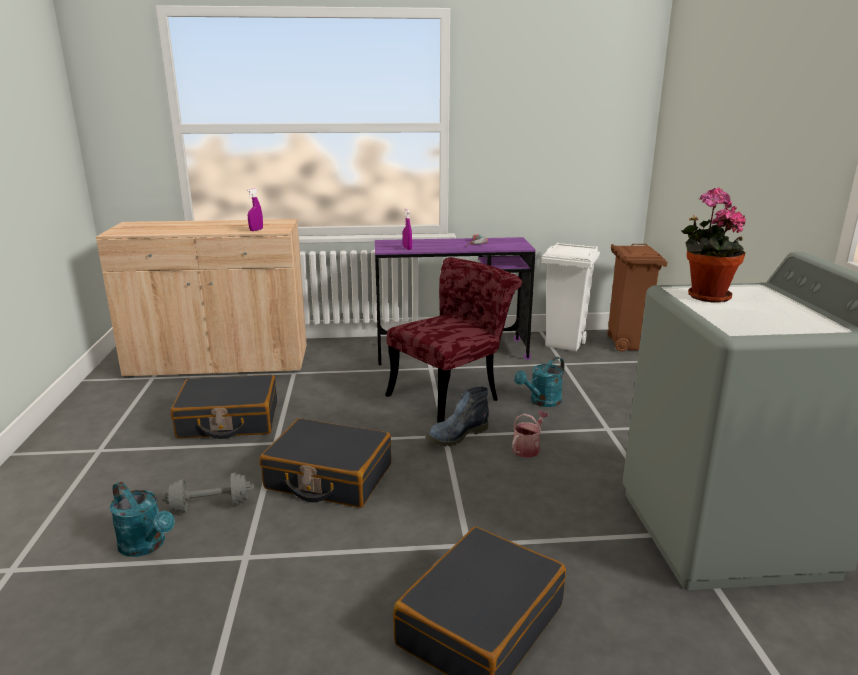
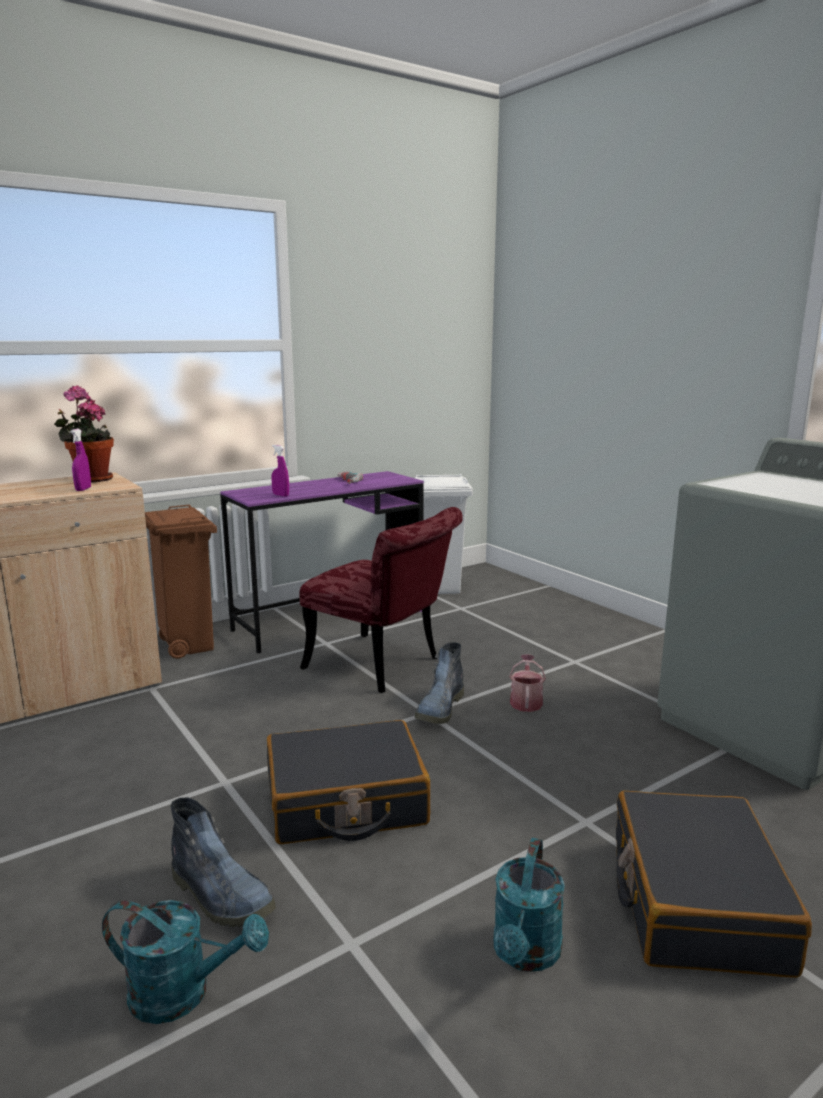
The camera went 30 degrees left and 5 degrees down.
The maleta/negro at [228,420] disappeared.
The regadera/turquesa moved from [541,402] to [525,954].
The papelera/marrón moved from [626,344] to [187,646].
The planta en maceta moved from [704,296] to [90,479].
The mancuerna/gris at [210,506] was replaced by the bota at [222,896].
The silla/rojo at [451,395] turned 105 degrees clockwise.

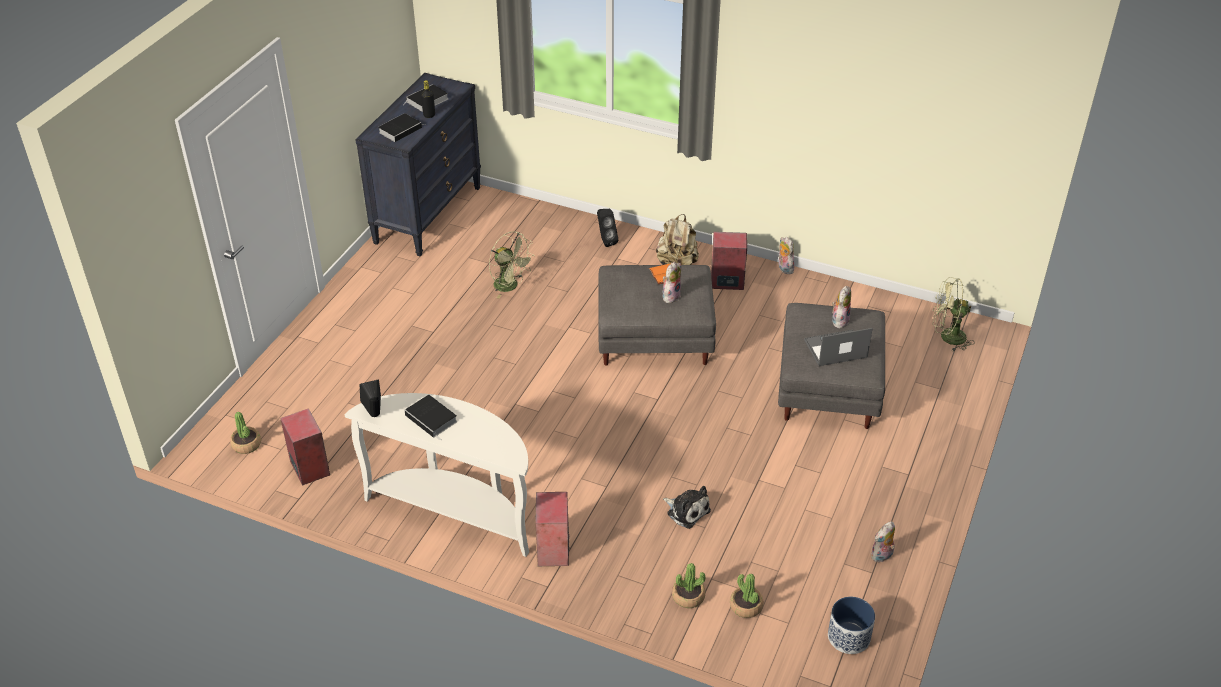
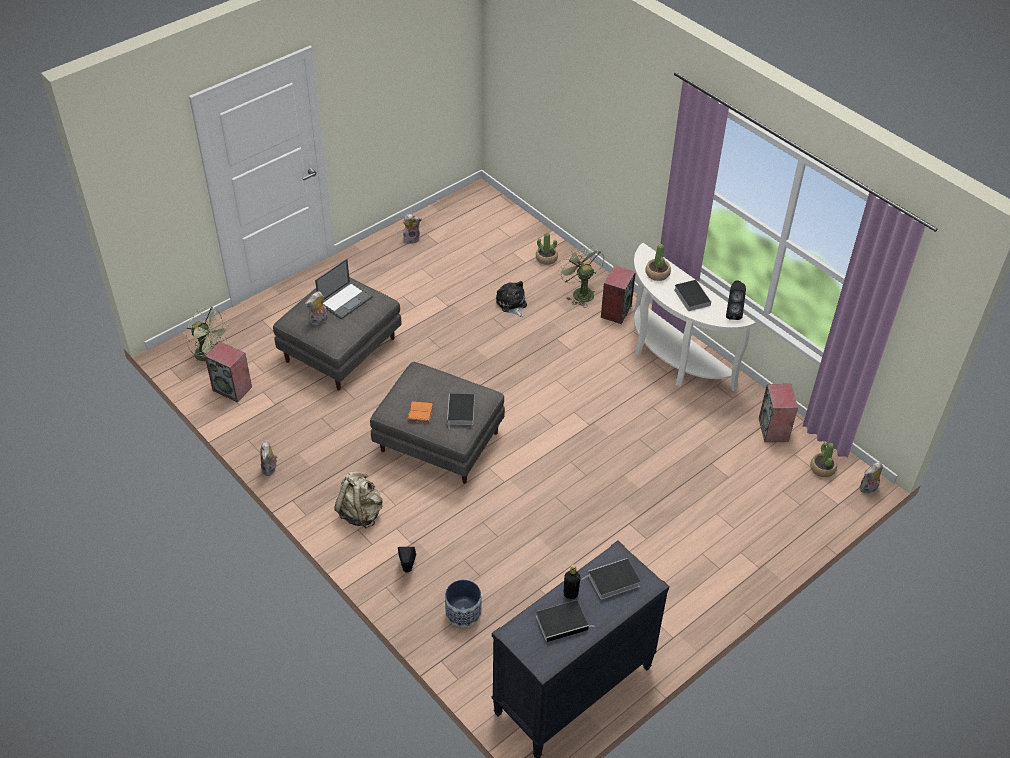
The camera went 155 degrees left and 5 degrees up.
The libro at [461,412] appeared.
The ventilador/verde moved from [510,286] to [580,292].
The peluche moved from [670,296] to [868,489].
The altavoz moved from [726,281] to [233,388].
The planta en maceta moved from [746,606] to [657,273].
The maceta moved from [848,637] to [463,612].
The portátil at [835,349] turned 60 degrees counterclockwise.

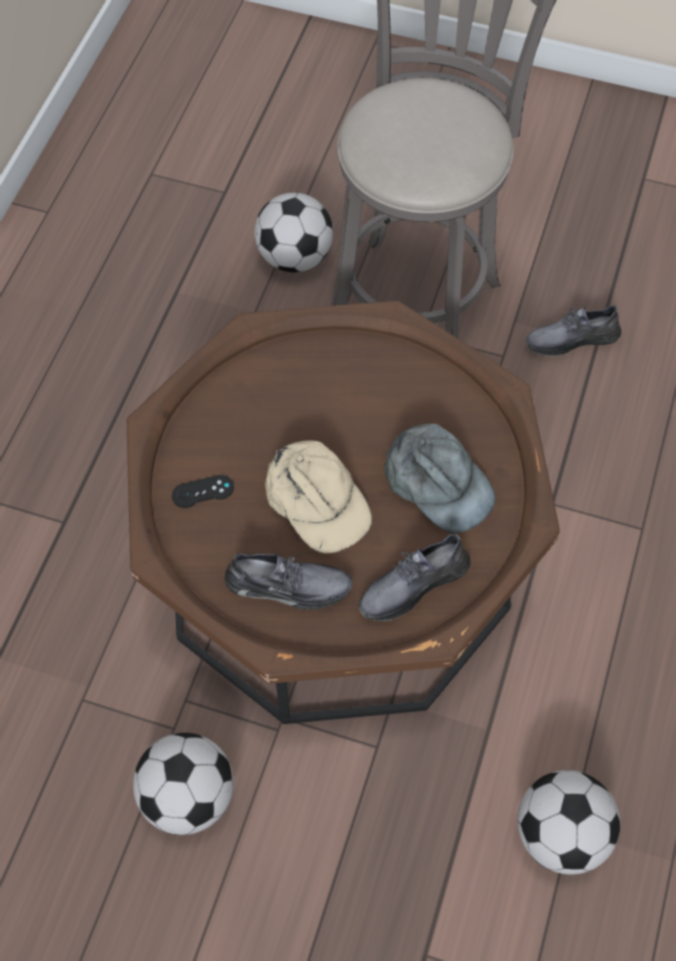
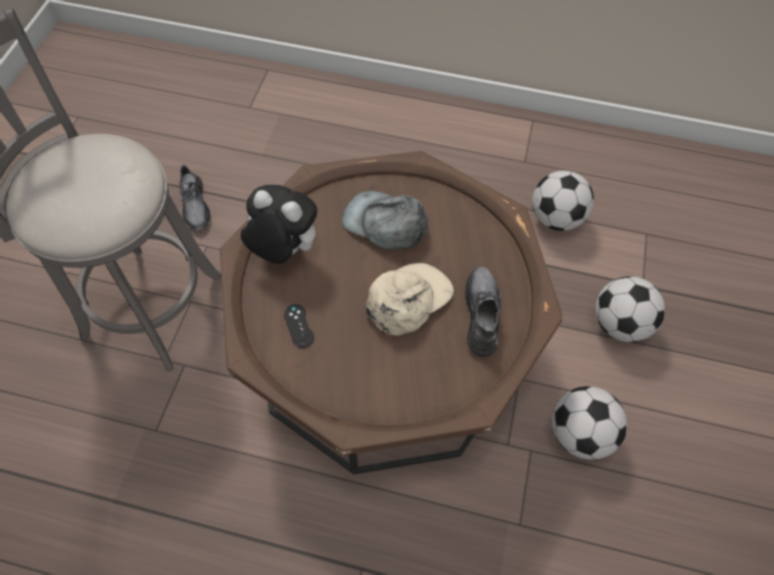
The camera went 95 degrees left and 0 degrees up.
The zapato/gris at [412,585] disappeared.
The peluche at [283,250] appeared.
The mando de consola/negro moved from [203,491] to [299,325].
The balón de fútbol moved from [295,258] to [619,324].
The gorra/gris at [438,483] turned 105 degrees counterclockwise.

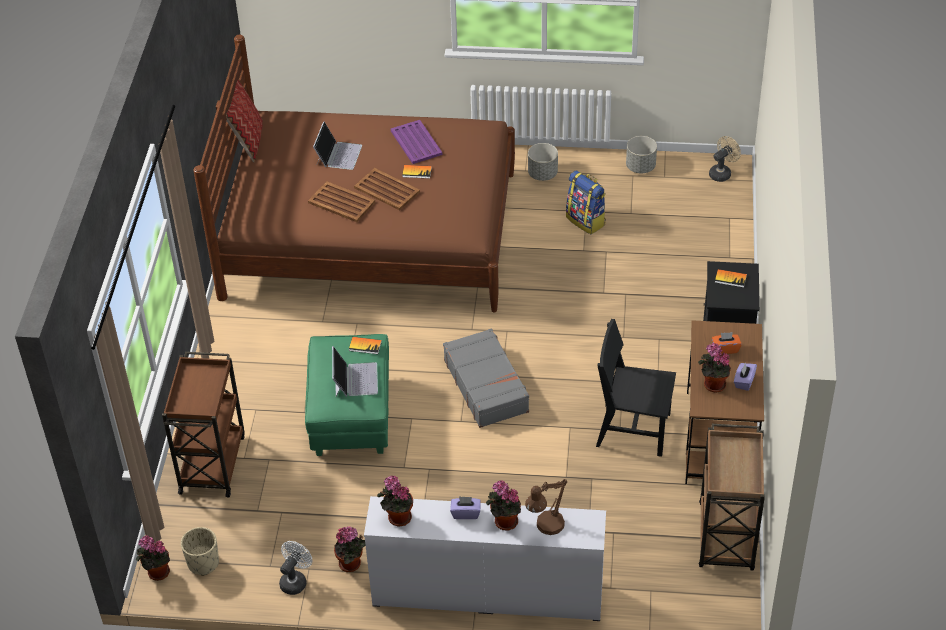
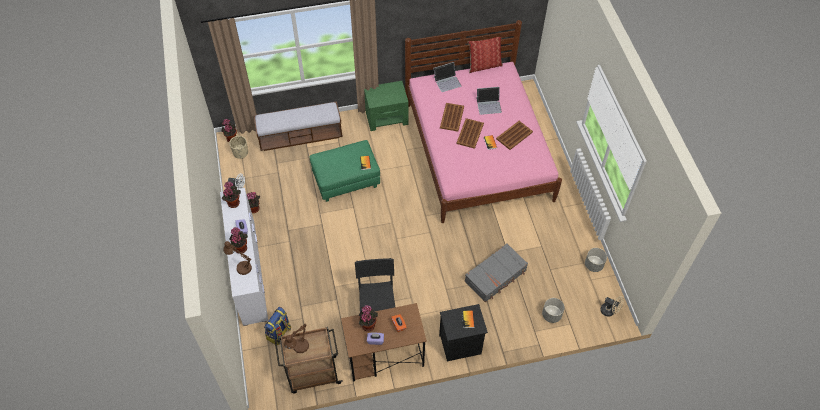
The camera went 70 degrees right and 10 degrees up.
The lámpara de mesa/marrón at [298,349] appeared.
The mesita de noche/verde at [387,117] appeared.
The portátil moved from [355,379] to [447,81].
The maleta/gris moved from [486,385] to [496,276].
The maceta/gris moved from [543,174] to [551,315].
The mochila moved from [586,221] to [279,333].
The carrito/marrón at [212,462] was replaced by the banco at [300,136].
The cama/marrón at [371,235] became the cama/rosa at [477,151].
The bandeja/morado at [416,143] became the bandeja/marrón at [514,135].

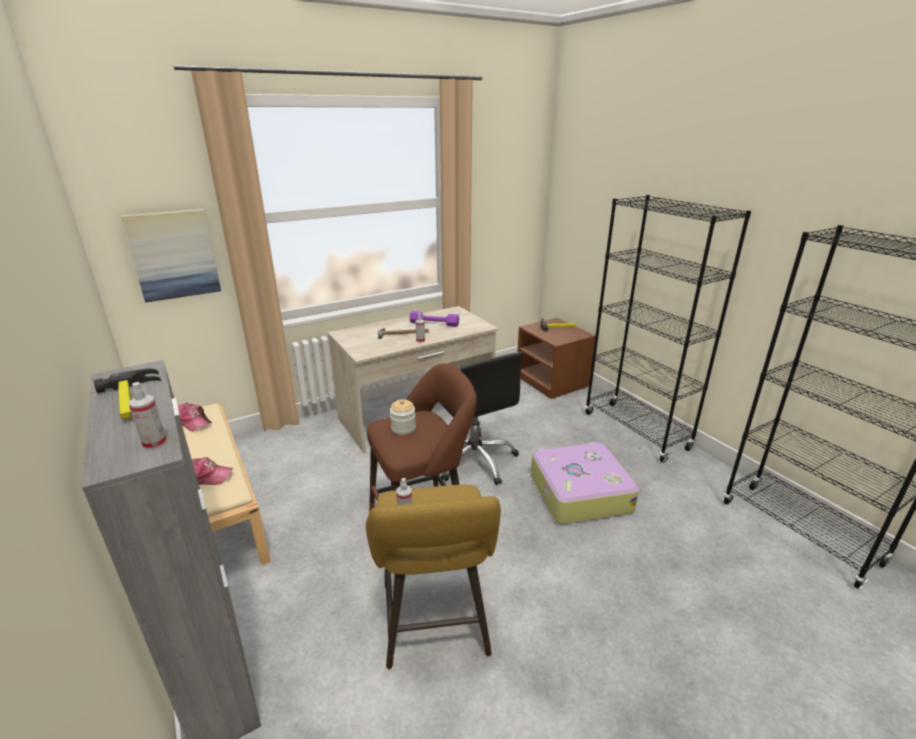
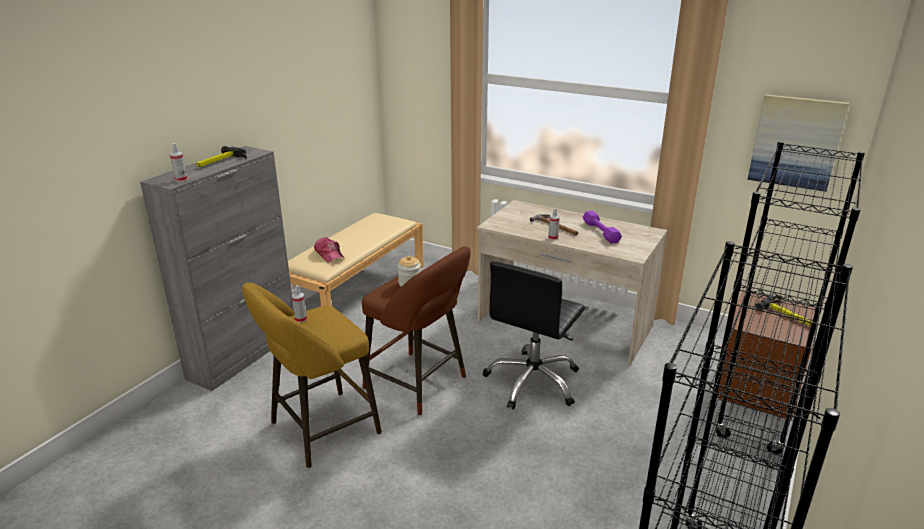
The camera went 60 degrees right and 0 degrees up.
The gorra at [193,421] disappeared.
The maleta at [578,492] disappeared.
The cuadro moved from [173,255] to [796,142].

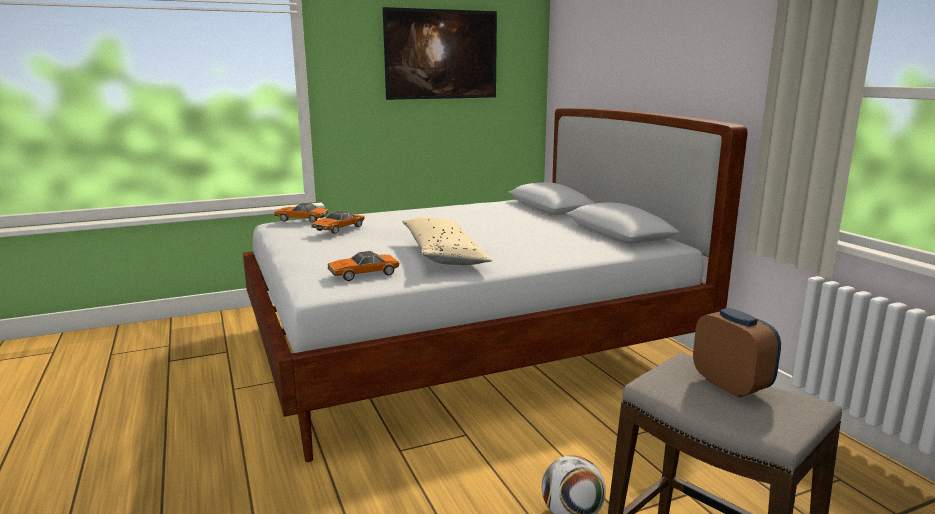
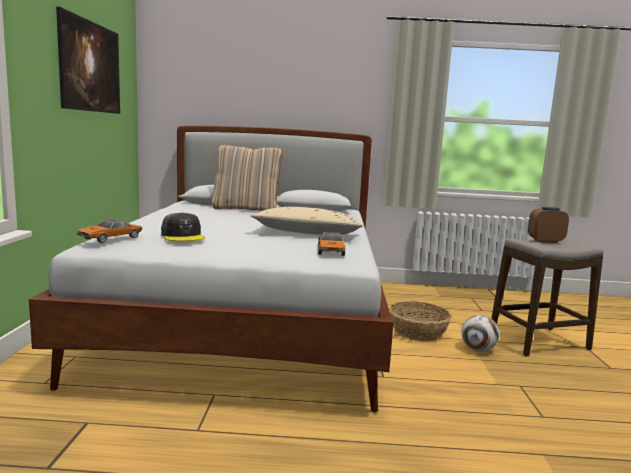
The camera went 65 degrees left and 5 degrees down.
The cojín/beis at [246,209] appeared.
The cesta at [417,332] appeared.
The coche de juguete at [338,229] was replaced by the gorra/gris at [183,236].

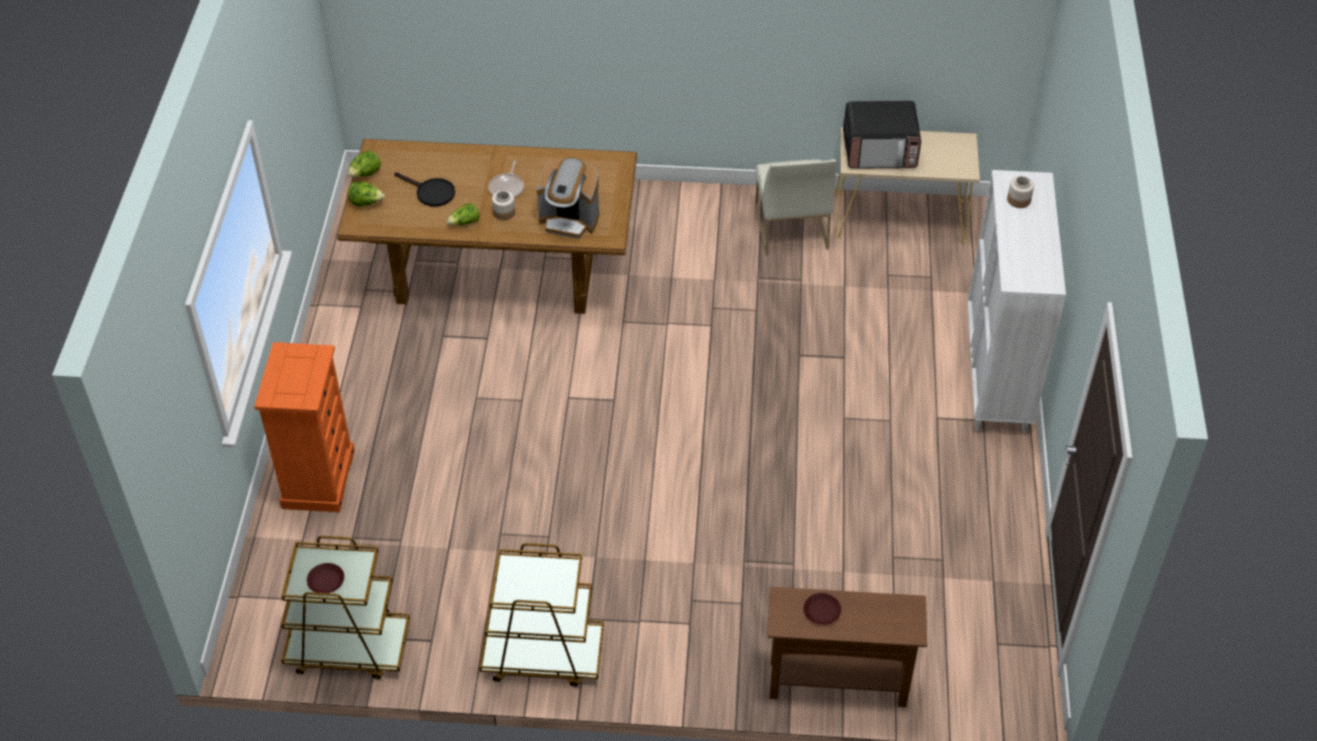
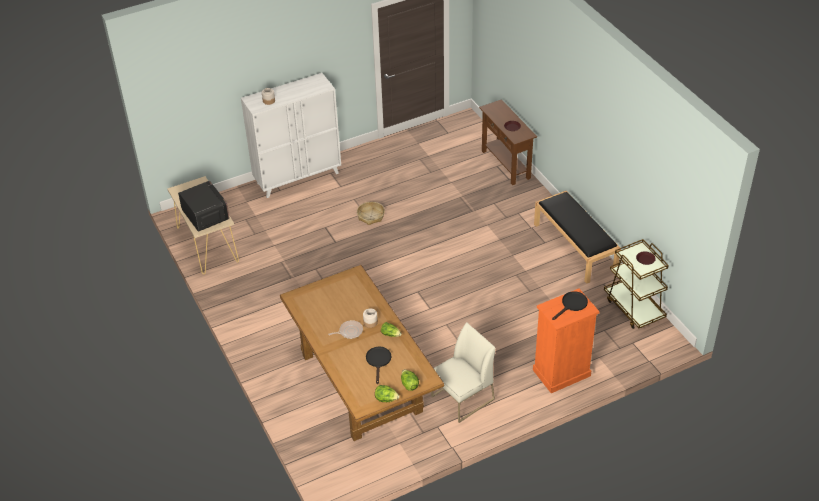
The camera went 120 degrees left and 5 degrees down.
The cafetera at [569,220] disappeared.
The cesta at [371,216] appeared.
The sartén/negro at [572,305] appeared.
The silla/blanco moved from [790,227] to [462,398].
The carrito/marrón at [542,655] was replaced by the banco/negro at [575,247].

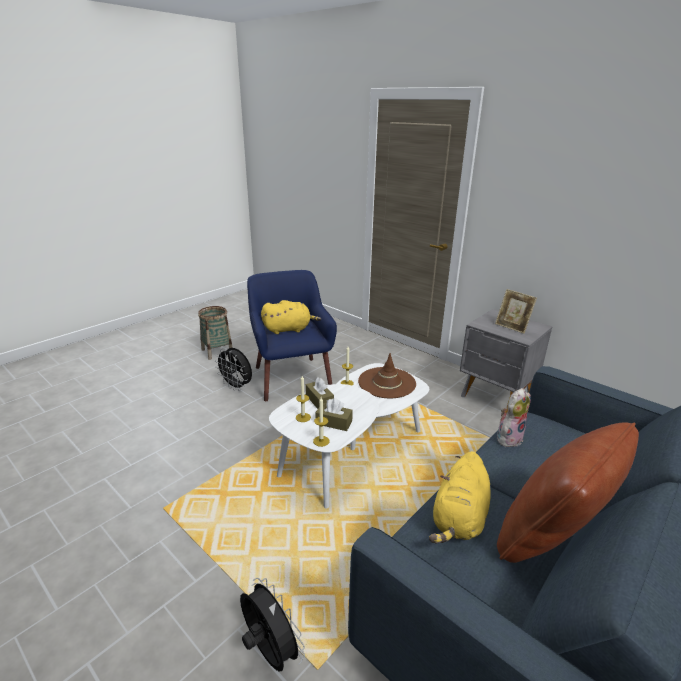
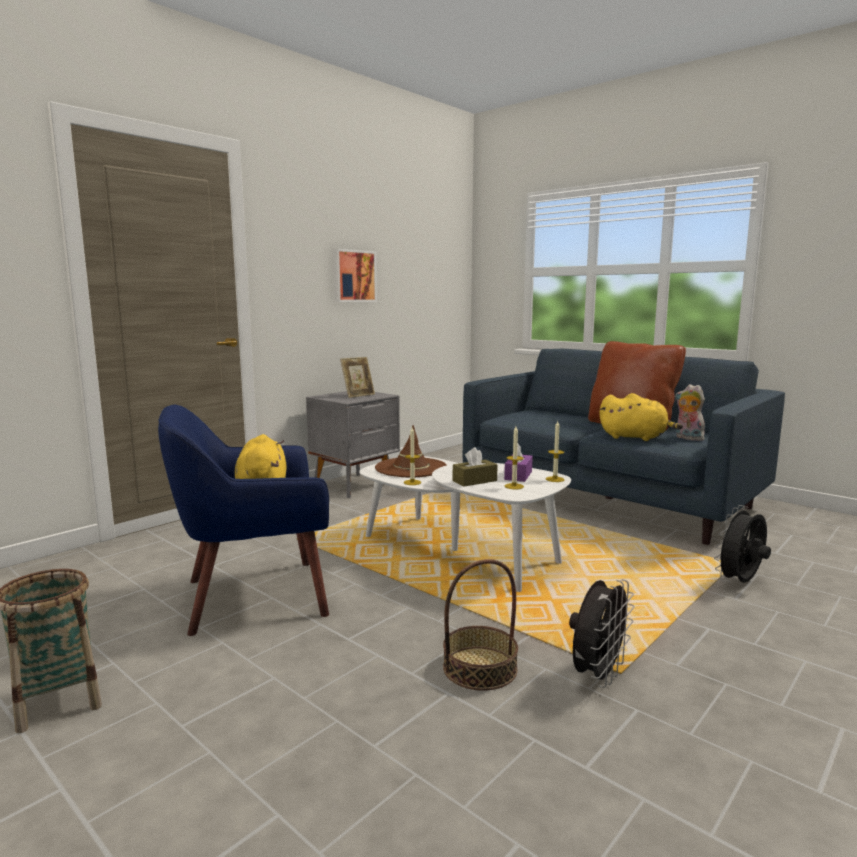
The camera went 90 degrees left and 15 degrees down.
The cuadro at [353,276] appeared.
The cesta at [480,668] appeared.
The ventilador/negro moved from [237,386] to [597,675].
The peluche moved from [508,437] to [687,438].
The caja de pañuelos/marrón at [334,422] became the caja de pañuelos/morado at [518,475].

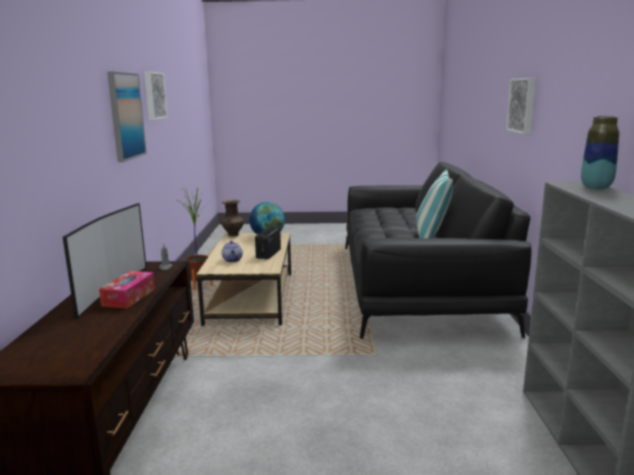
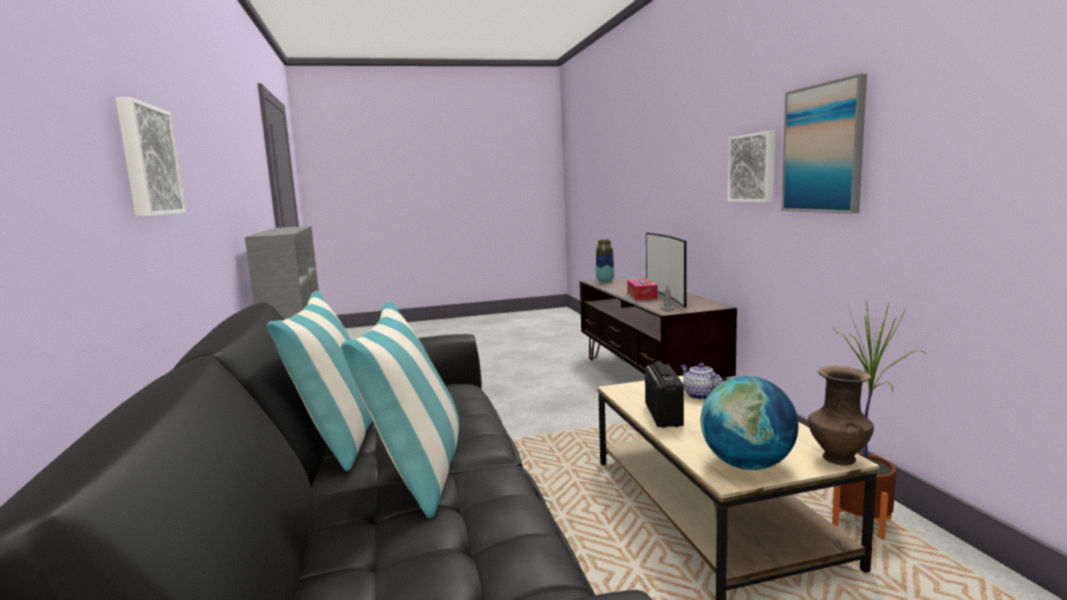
The camera went 165 degrees right and 5 degrees down.
The cojín at [418,476] appeared.
The cuadro moved from [153,96] to [753,168].
The florero moved from [596,187] to [605,281].

